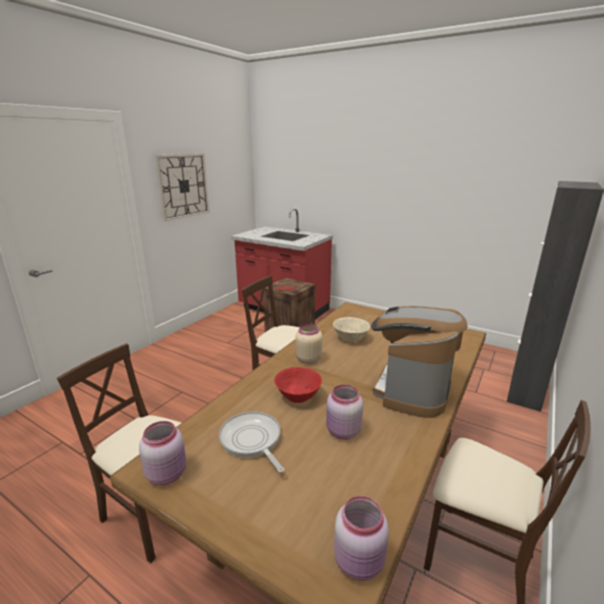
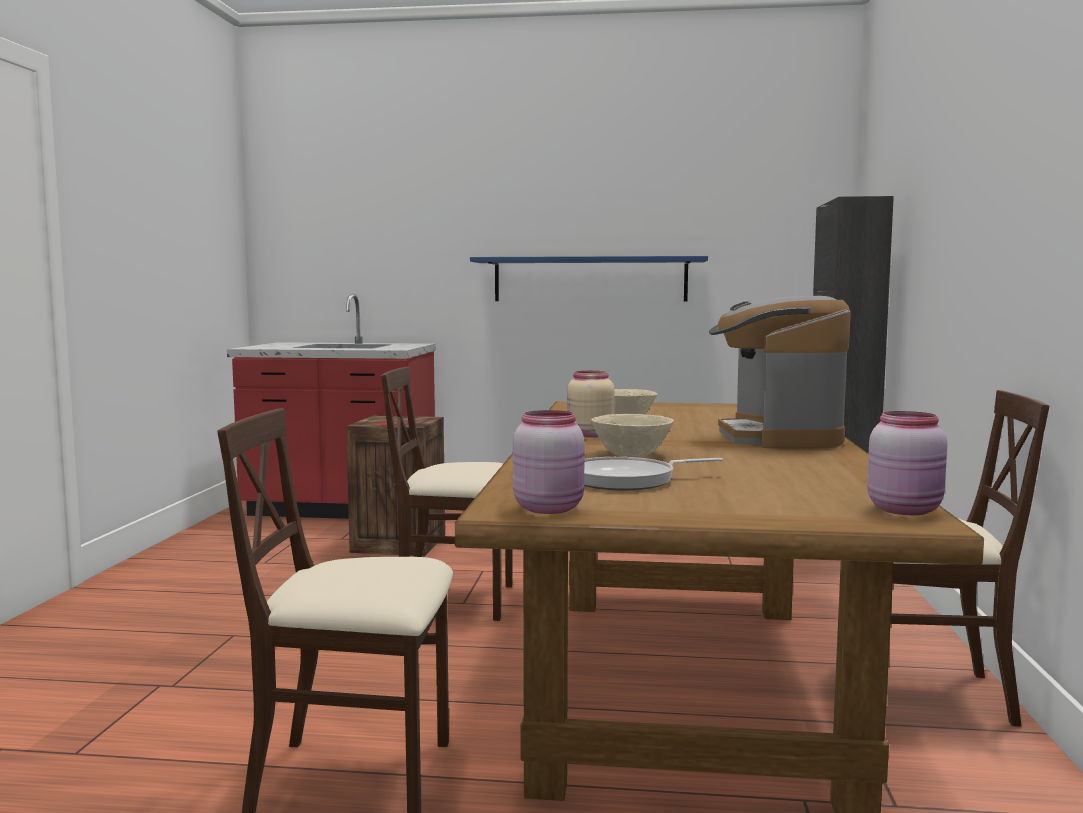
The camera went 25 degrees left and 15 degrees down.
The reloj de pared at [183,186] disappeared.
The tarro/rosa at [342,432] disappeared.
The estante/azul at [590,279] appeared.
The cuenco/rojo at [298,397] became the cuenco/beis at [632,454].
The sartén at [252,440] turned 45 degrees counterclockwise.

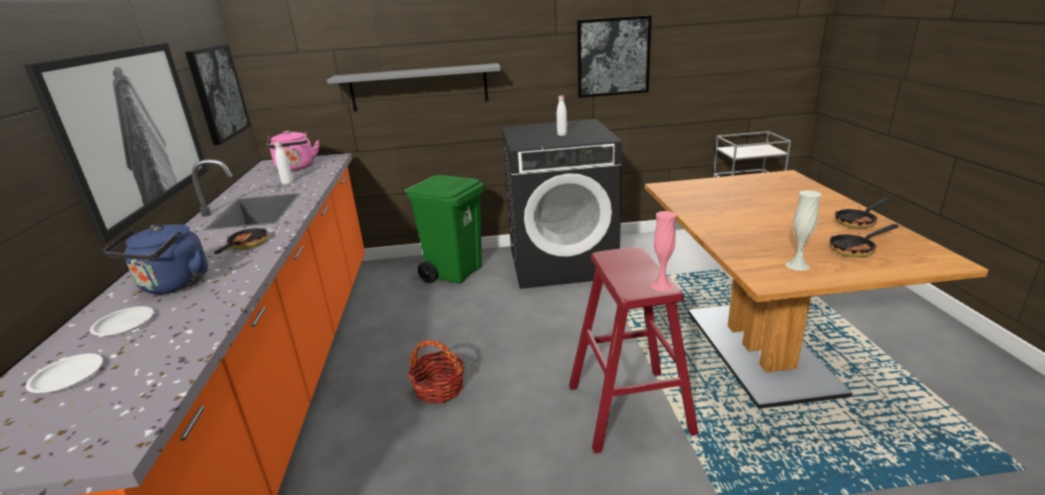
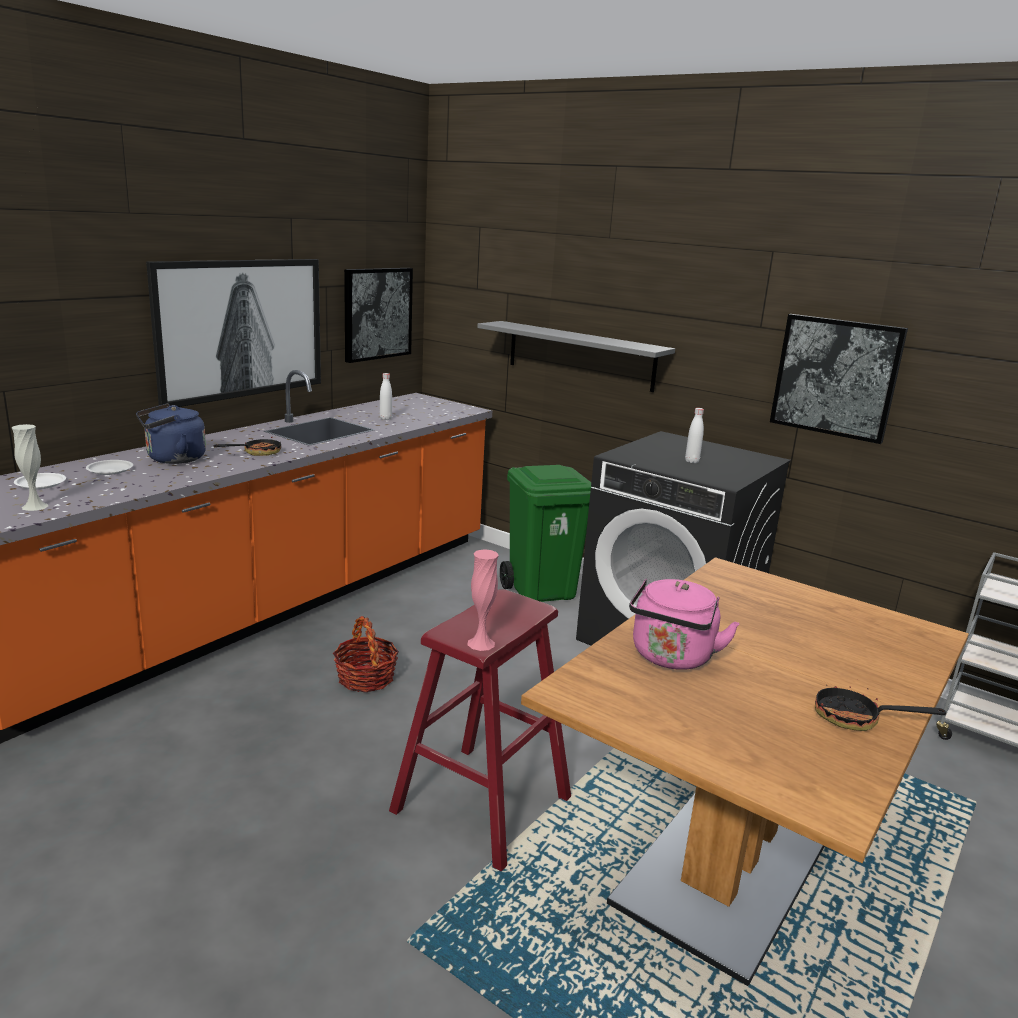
The camera went 40 degrees right and 5 degrees down.
The sartén at [856,249] disappeared.
The hervidor/rosa moved from [296,168] to [671,658].
The florero/blanco moved from [797,265] to [35,506].

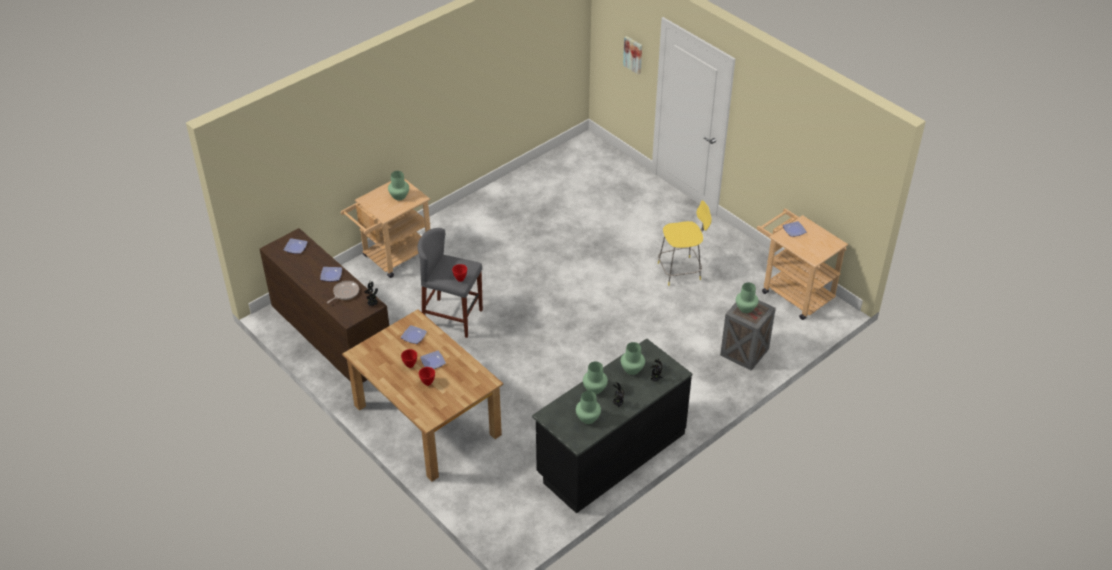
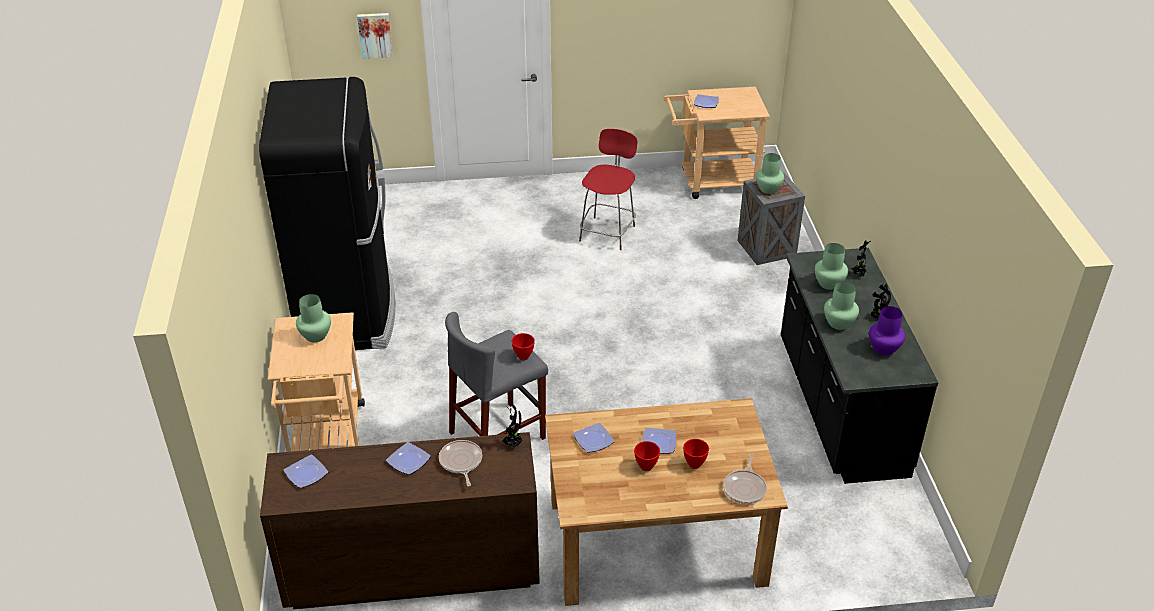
The camera went 55 degrees left and 5 degrees down.
The nevera/negro at [347,310] appeared.
The sartén at [745,488] appeared.
The florero/verde at [587,418] became the florero/morado at [883,348].
The taburete/amarillo at [681,271] became the taburete/rojo at [608,232].

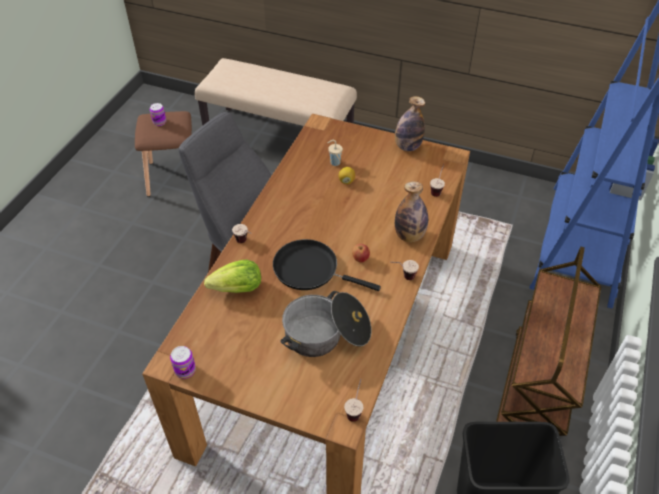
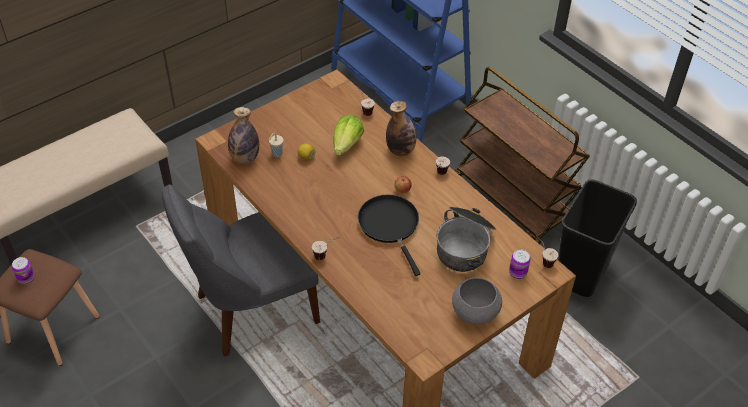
The camera went 60 degrees left and 0 degrees up.
The cuenco/gris at [474,312] appeared.
The lata moved from [185,370] to [518,272].
The lechuga moved from [238,289] to [347,145].
The botella moved from [407,147] to [245,158].
The sartén/negro at [310,269] turned 105 degrees clockwise.

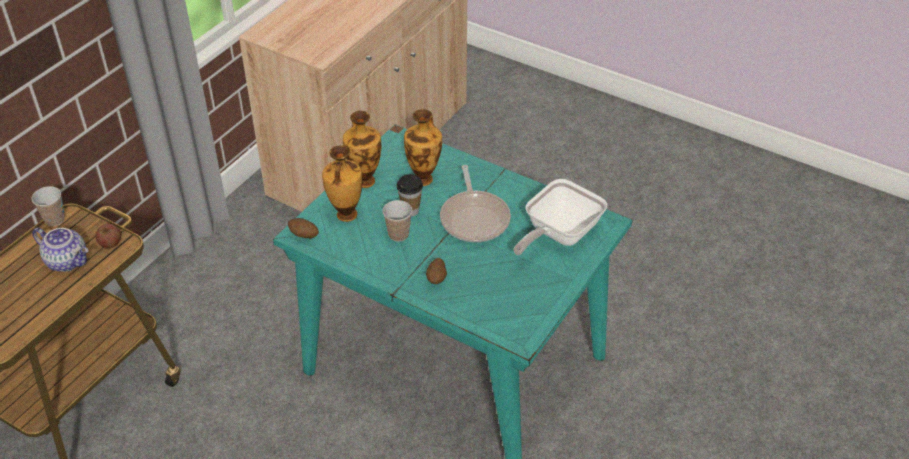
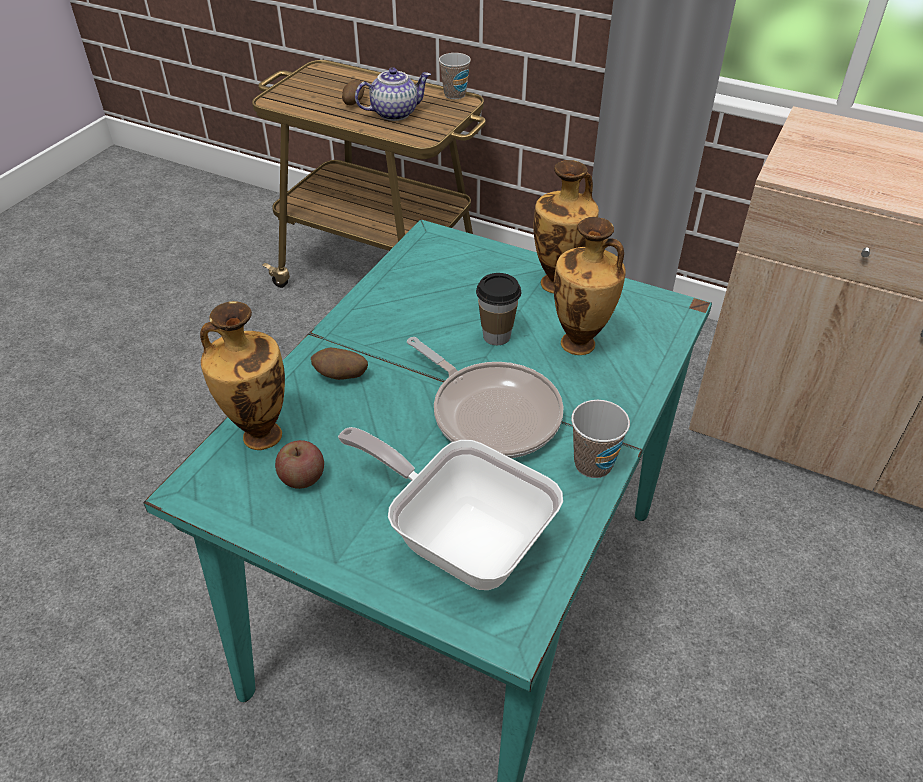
The camera went 85 degrees right and 0 degrees up.
The manzana moved from [110,243] to [302,478].
The patata moved from [304,235] to [353,102].
The florero moved from [346,215] to [259,434].
The taza moved from [398,234] to [593,464].
The tetera at [68,261] turned 135 degrees counterclockwise.
The sartén at [474,218] turned 120 degrees counterclockwise.

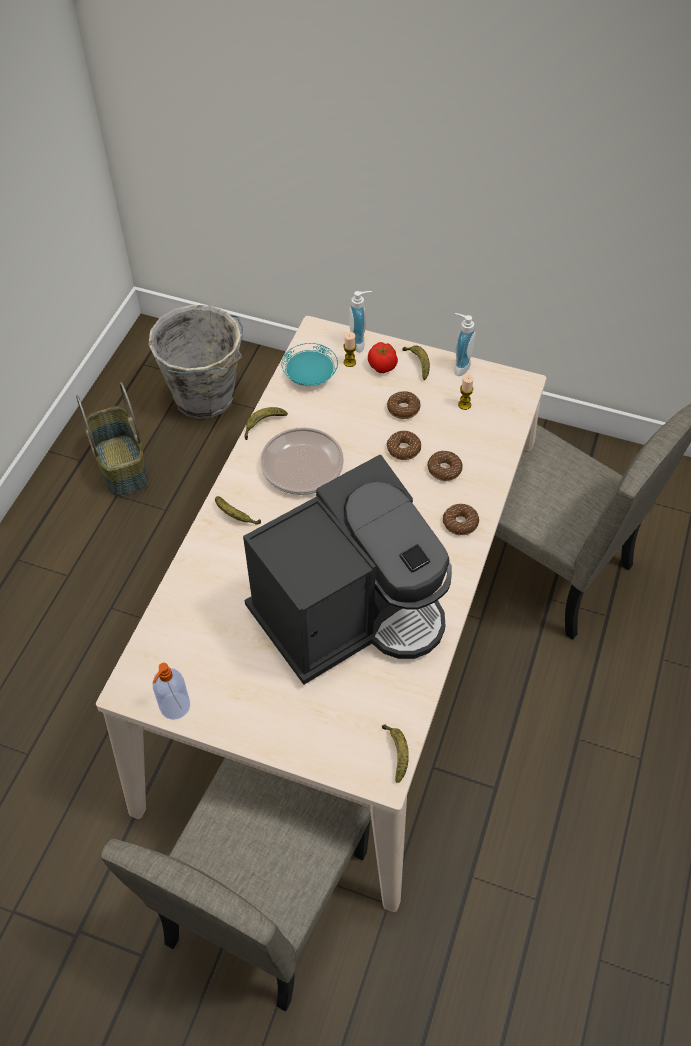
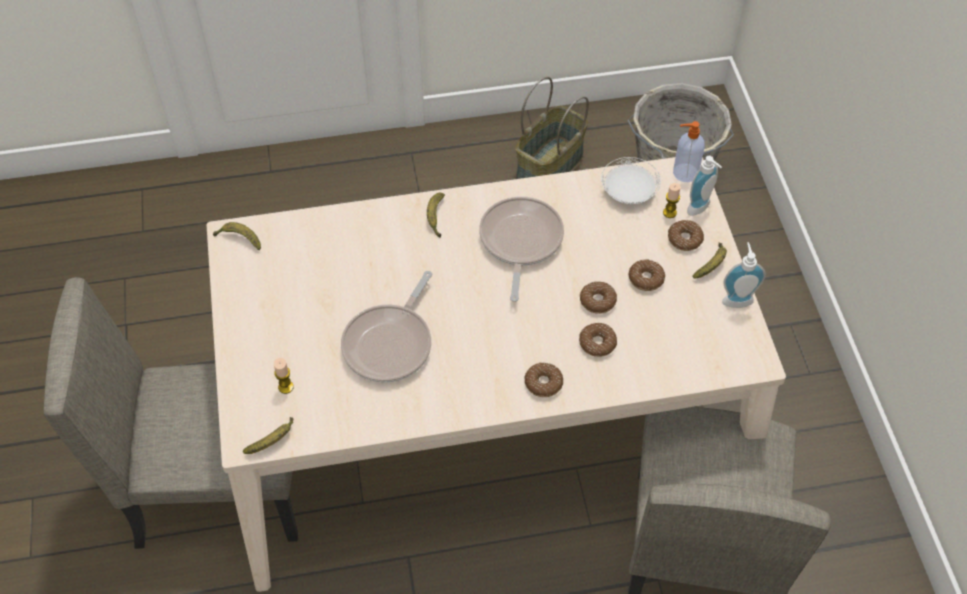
The camera went 60 degrees right and 0 degrees up.
The dispensador de jabón moved from [174,707] to [684,173].
The plátano moved from [263,425] to [239,239].
The vela moved from [464,404] to [286,387].
The cafetera at [349,612] was replaced by the sartén at [390,343].
The tomate at [382,367] was replaced by the rosquilla at [684,239].
The plato/turquesa at [310,376] became the plato/blanco at [628,192].

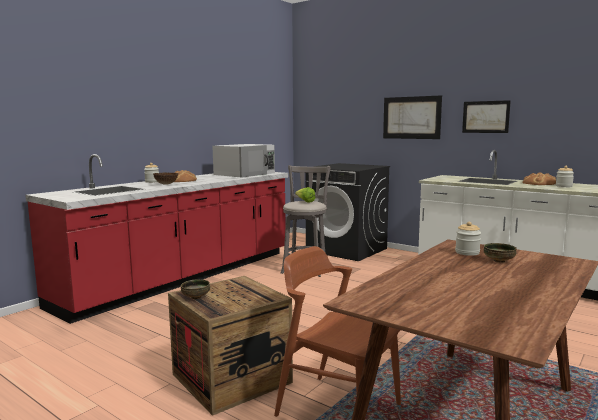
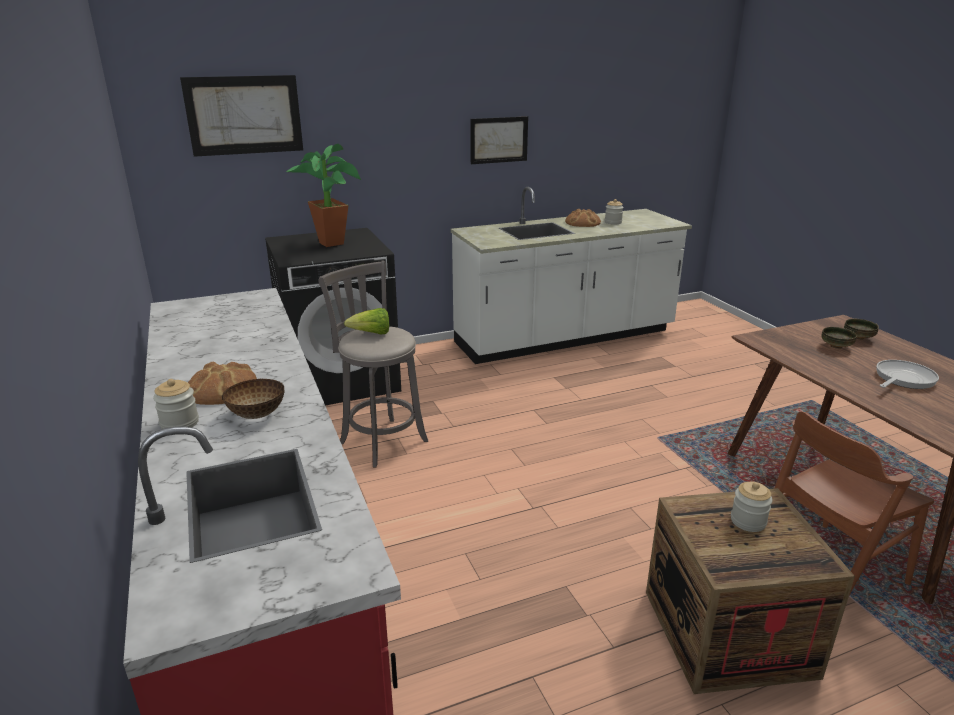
The camera went 60 degrees left and 15 degrees up.
The microondas/blanco at [245,174] disappeared.
The planta en maceta at [332,242] appeared.
The sartén at [902,379] appeared.
The cuenco moved from [196,297] to [858,338].
The cuadro moved from [411,117] to [244,115].
The tarro moved from [467,252] to [748,521].

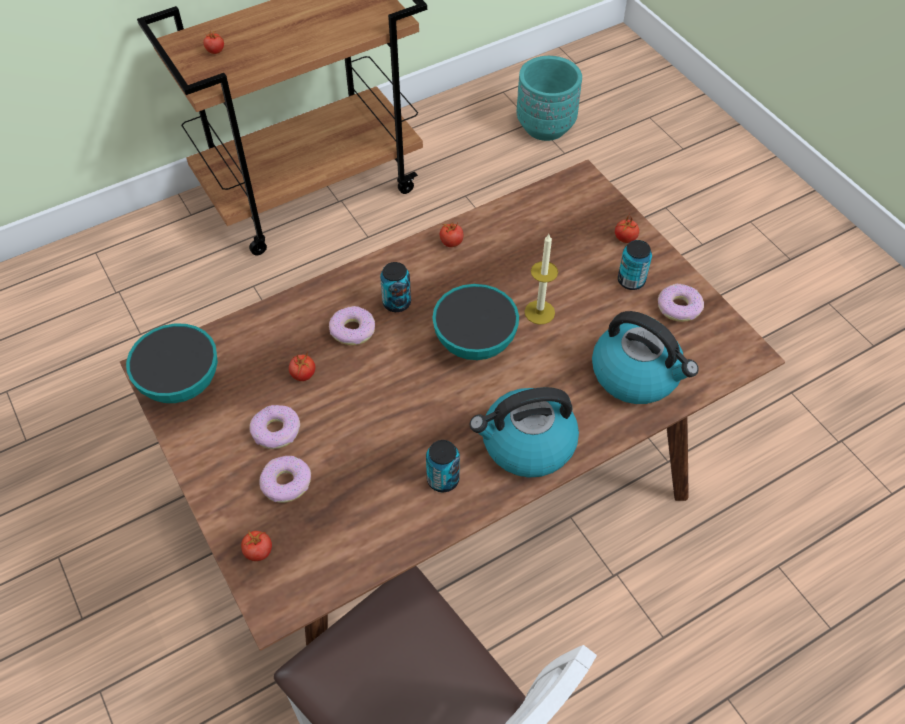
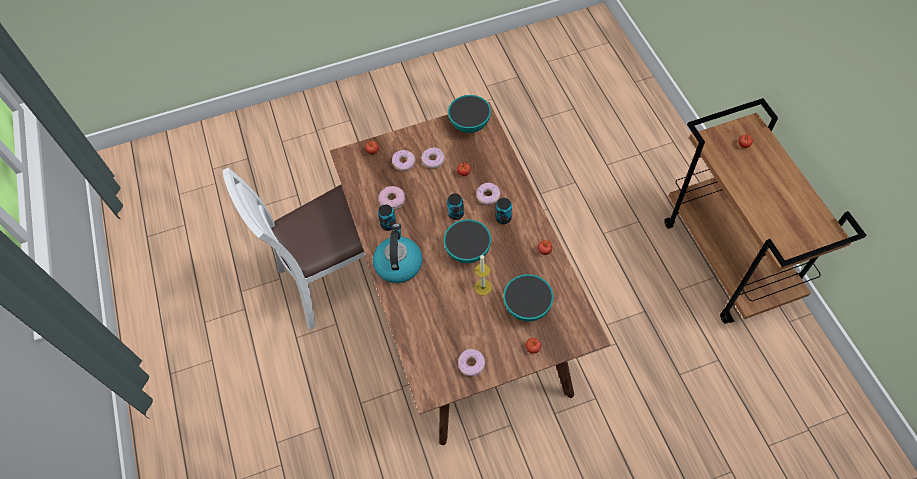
The camera went 105 degrees right and 5 degrees up.
The maceta/turquesa at [545,127] disappeared.
The hervidor at [637,374] disappeared.
The rosquilla at [392,200] appeared.
The cuenco at [527,307] appeared.
The lata moved from [631,281] to [456,214].

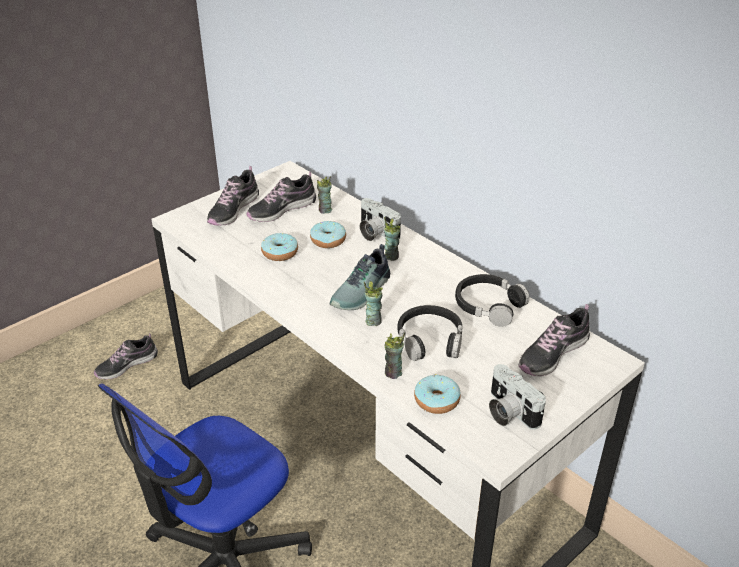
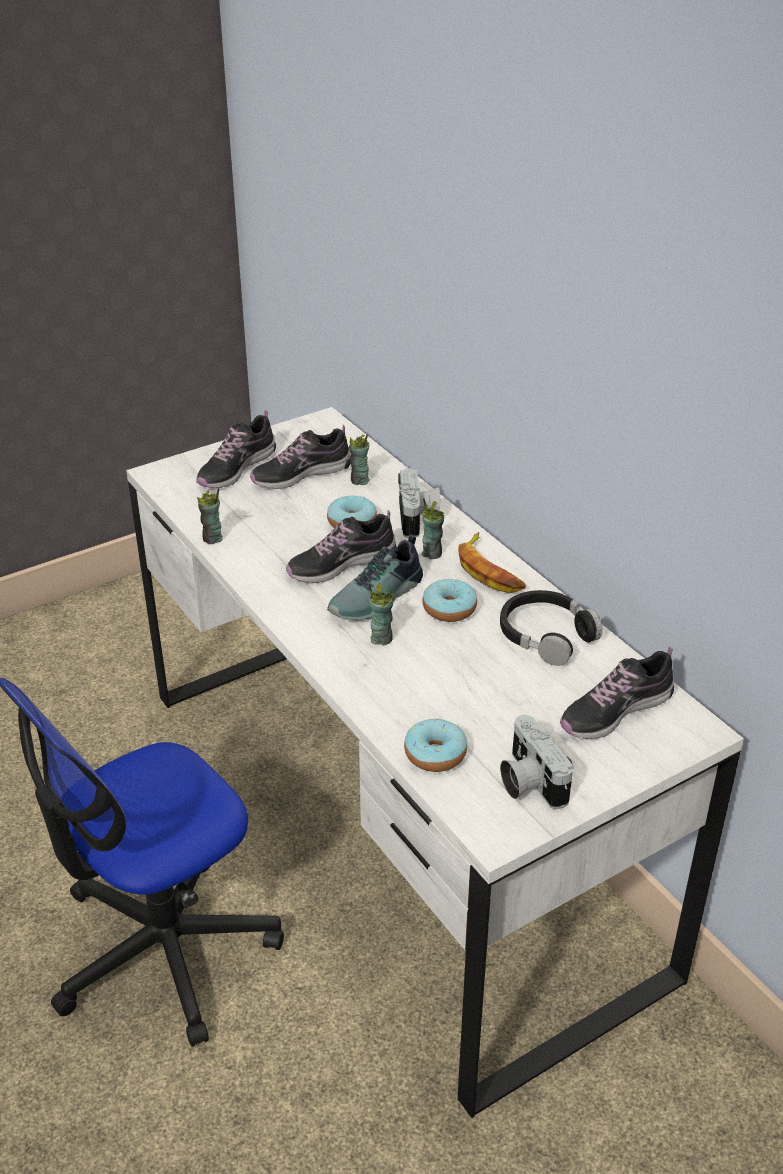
The camera went 10 degrees right and 0 degrees up.
The auriculares/negro at [430,340] disappeared.
The plátano at [489,570] appeared.
The zapato moved from [126,365] to [341,564].
The rosquilla moved from [280,253] to [449,609].
The taza moved from [393,373] to [212,539].
The cámara at [375,233] turned 150 degrees counterclockwise.

